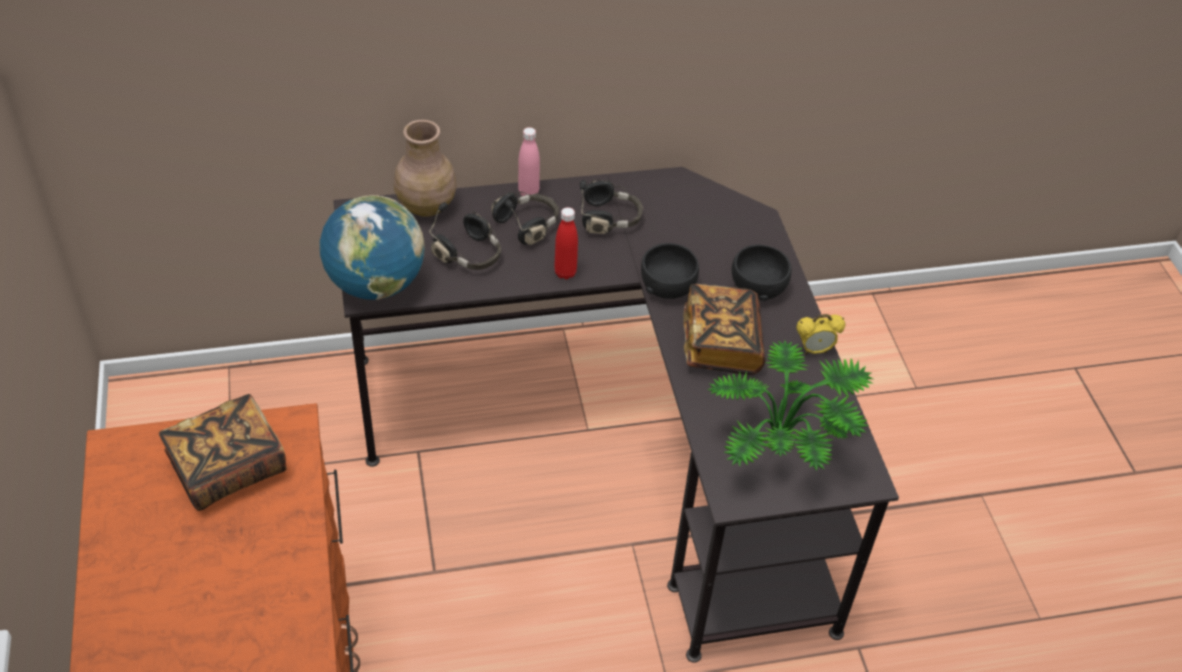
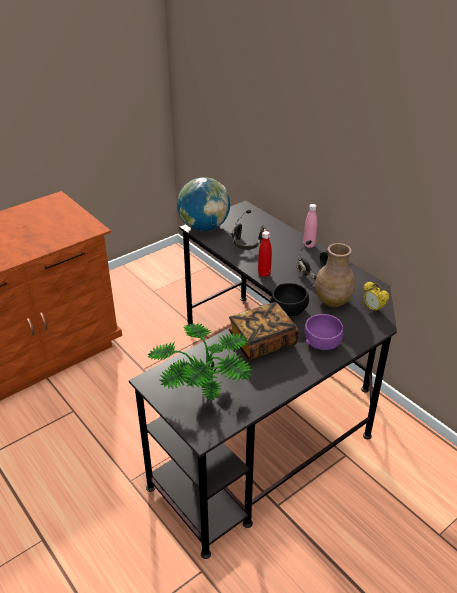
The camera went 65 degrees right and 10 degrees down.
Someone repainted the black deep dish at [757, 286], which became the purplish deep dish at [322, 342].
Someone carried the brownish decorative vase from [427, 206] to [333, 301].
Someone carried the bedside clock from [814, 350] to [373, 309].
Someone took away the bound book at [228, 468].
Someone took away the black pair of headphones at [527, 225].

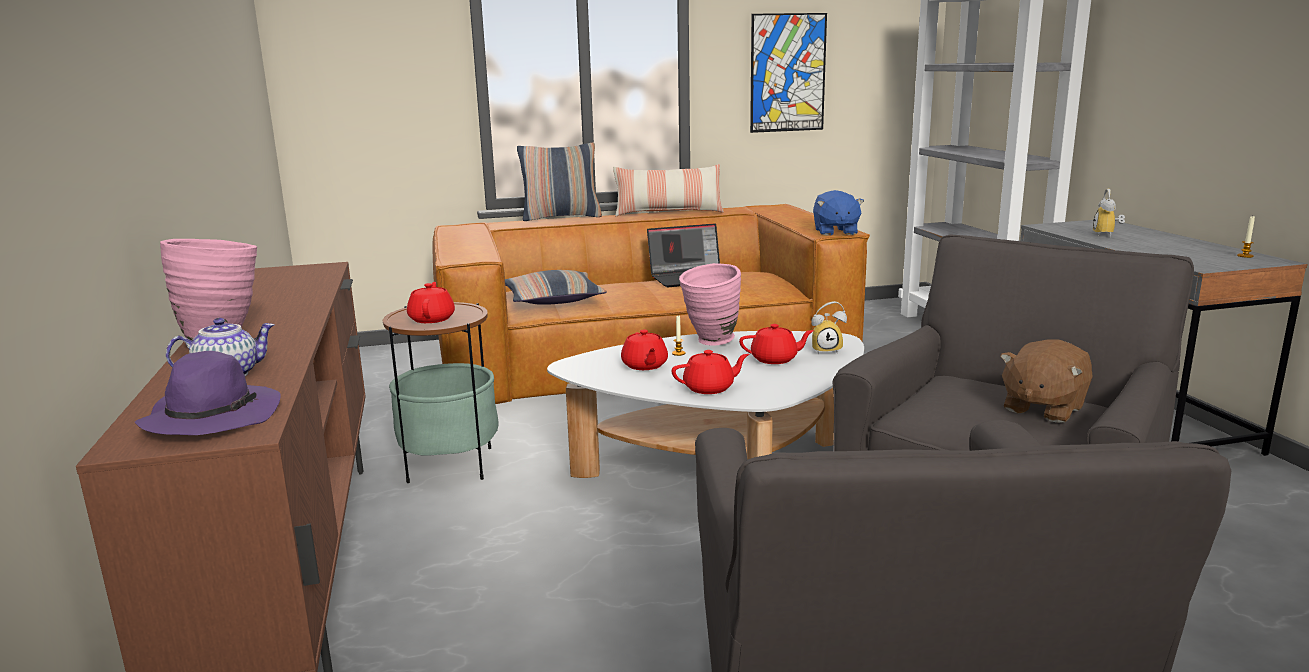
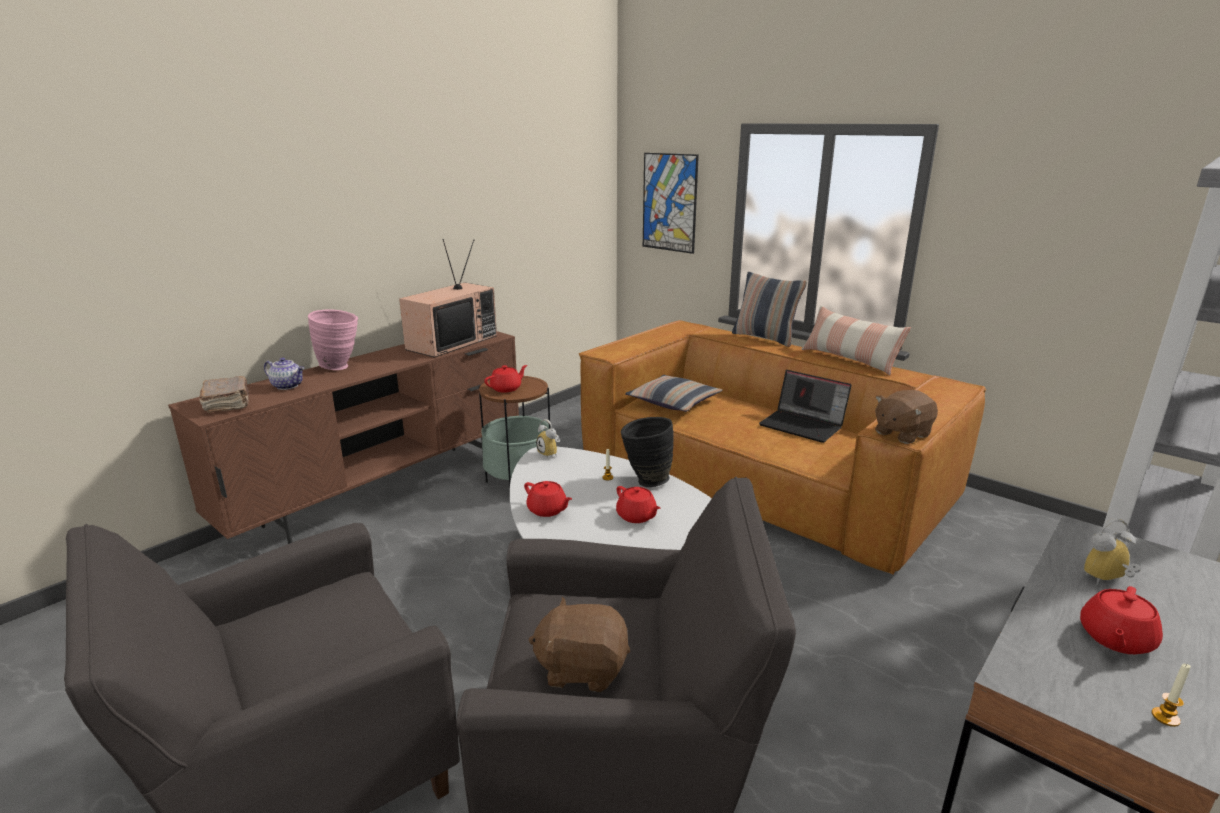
The camera went 55 degrees right and 5 degrees up.
Someone swapped the purplish wearable hat at [212, 417] for the brownish bound book at [228, 404].
Someone put down the television at [452, 342].
Someone carried the bedside clock from [826, 350] to [550, 454].
Someone repainted the pink decorative vase at [710, 342], which became the black decorative vase at [645, 481].
Someone carried the picture from [787, 73] to [669, 202].
Someone repainted the blue-coloured soft toy at [835, 232], which became the brownish soft toy at [901, 433].
Someone carried the red pot for tea from [644, 366] to [1114, 639].

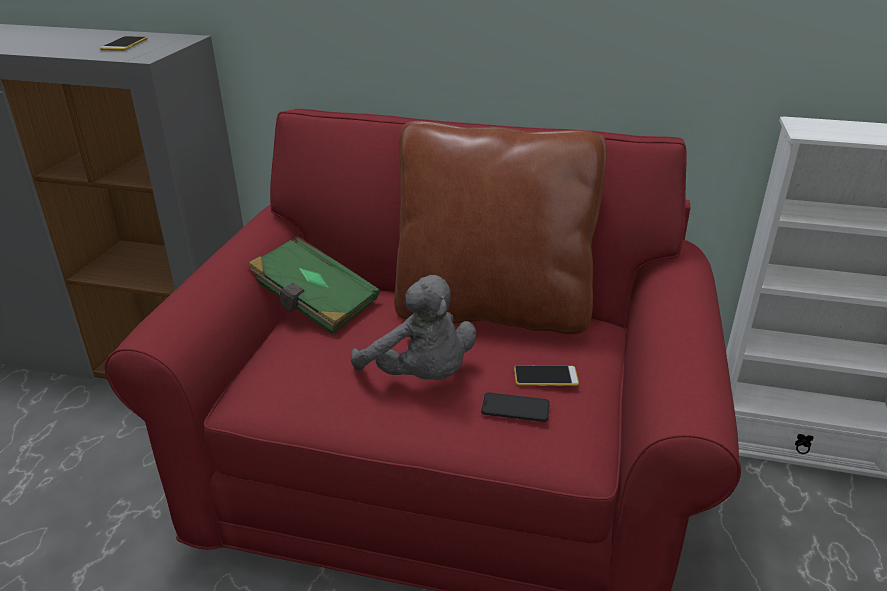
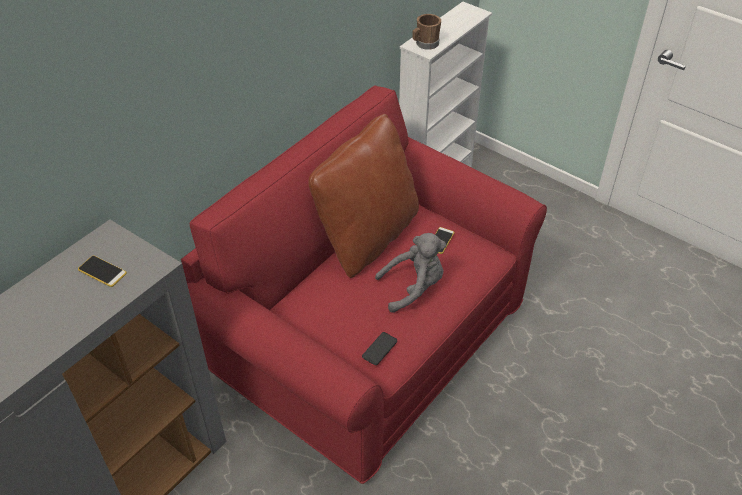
The camera went 65 degrees left and 15 degrees up.
Someone carried the handset from [515, 408] to [379, 349].
Someone put down the brownish coffee mug at [425, 44].
Someone took away the green-coloured bound book at [315, 304].

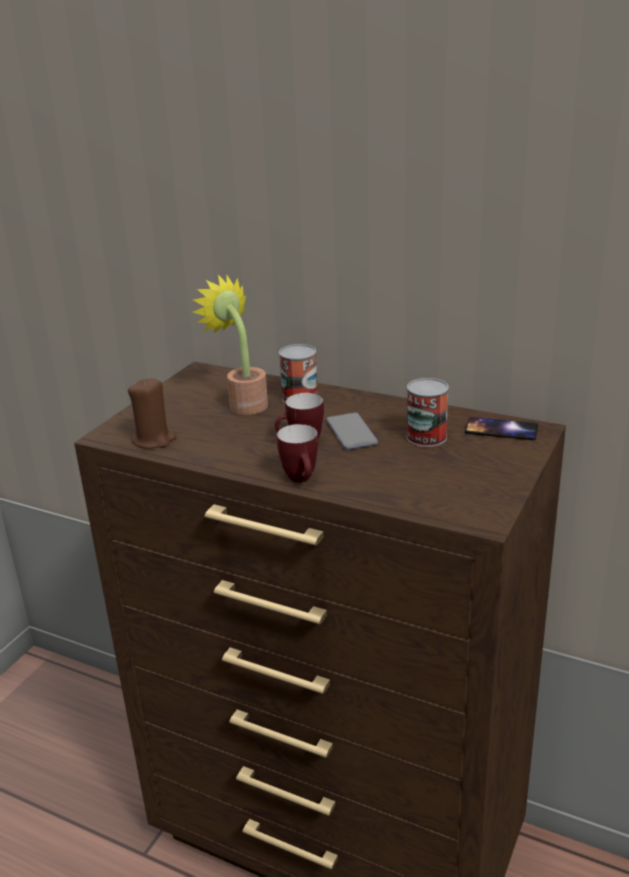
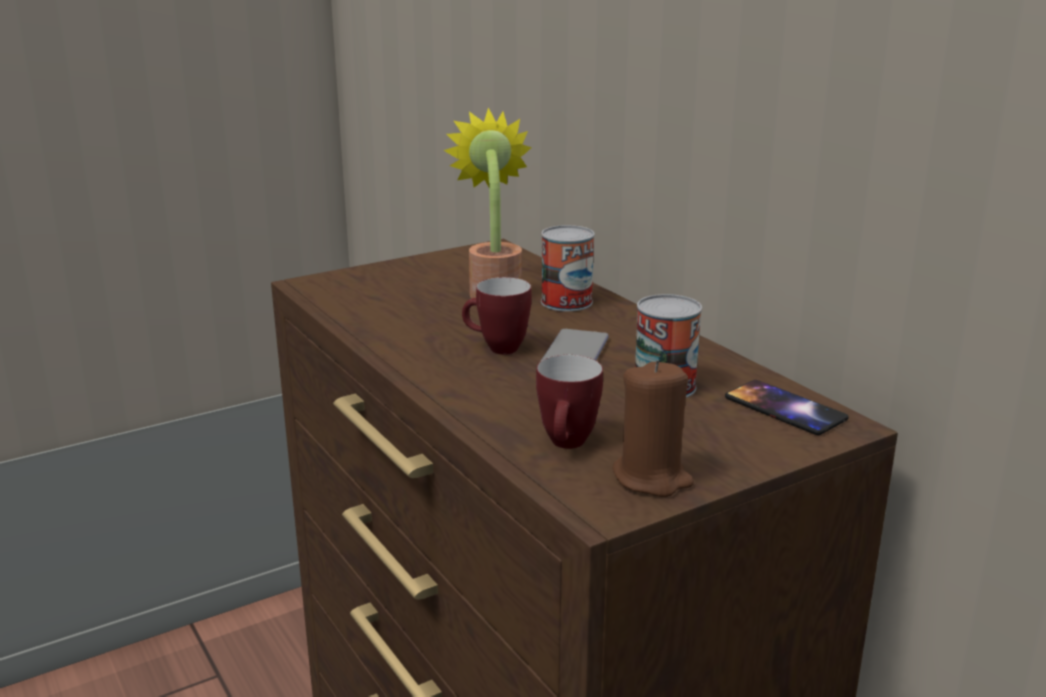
The camera went 30 degrees right and 5 degrees down.
Someone carried the coffee mug from [302, 480] to [567, 446].
Someone carried the brownish wax light from [154, 440] to [652, 478].

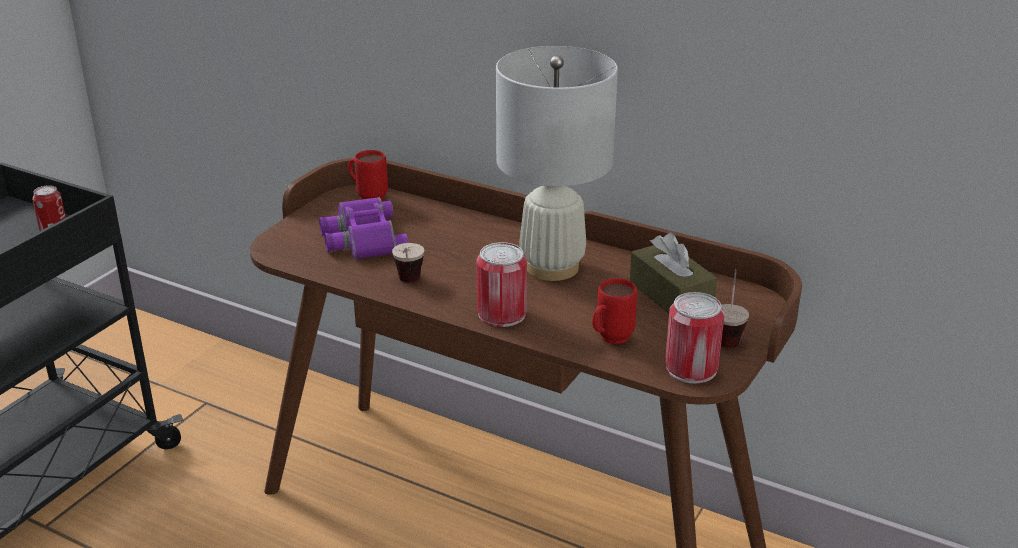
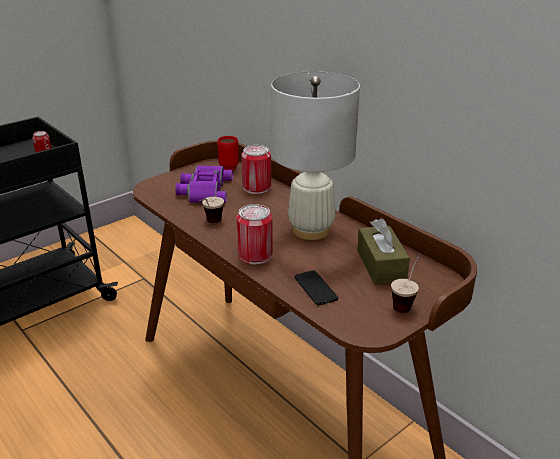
The camera went 20 degrees right and 0 degrees up.
Someone carried the can from [691, 368] to [256, 187].
Someone swapped the red coffee mug at [609, 340] for the handset at [315, 288].

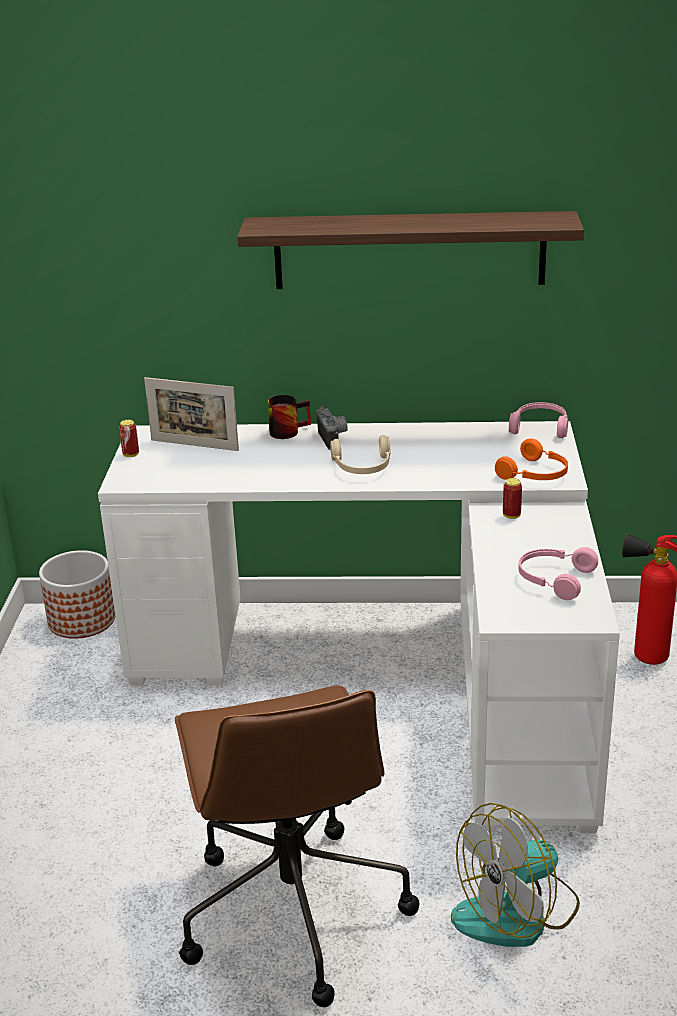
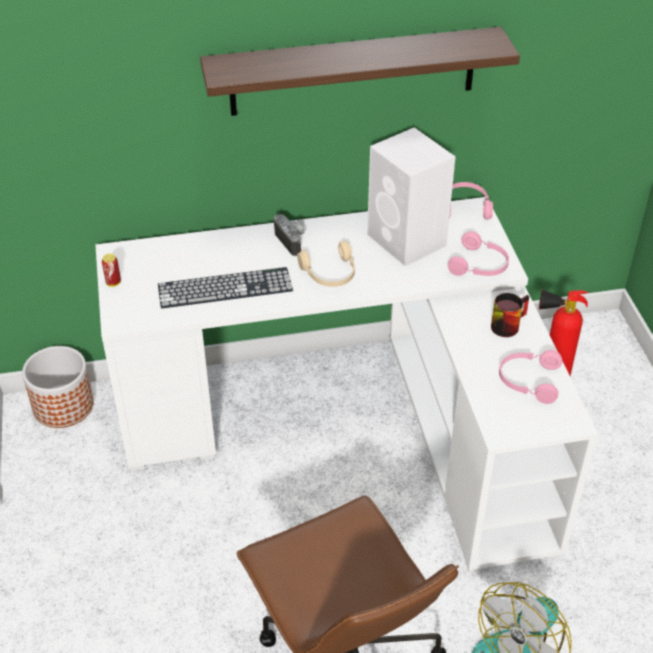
The camera went 15 degrees left and 15 degrees up.
Someone put down the PC keyboard at [225, 288].
Someone put down the whitish speaker at [407, 241].
Someone repainted the orangey pair of headphones at [535, 474], which became the pink pair of headphones at [480, 265].
Someone carried the coffee mug from [288, 430] to [506, 323].
Someone took away the photo frame at [194, 445].
Someone took away the can at [511, 516].

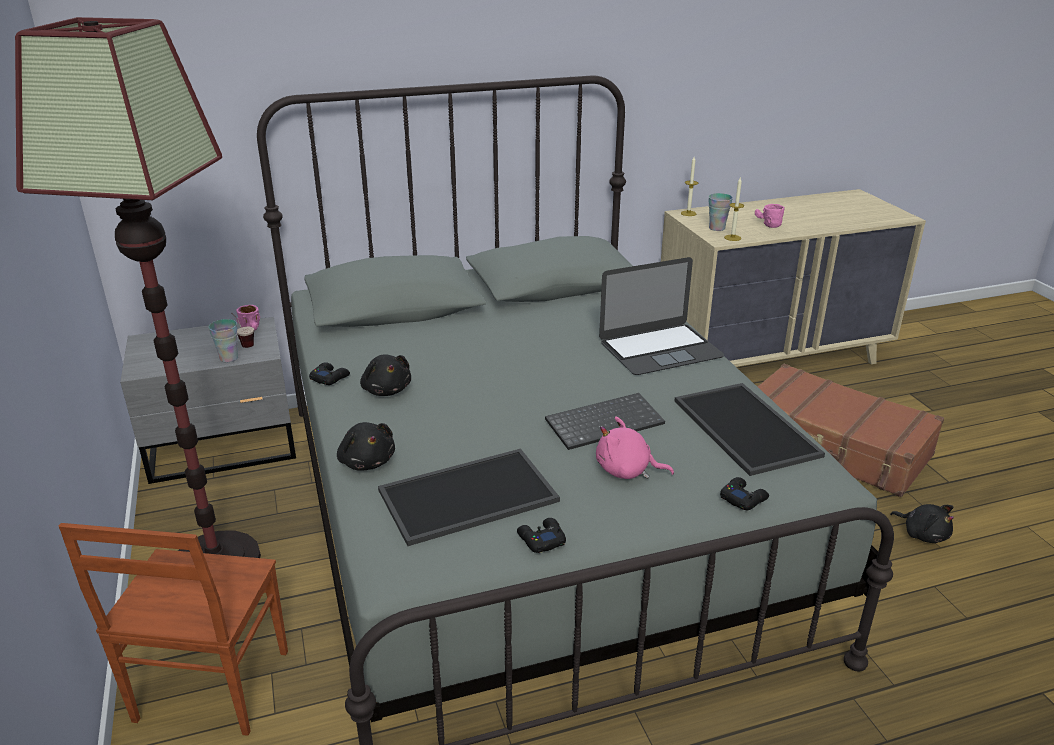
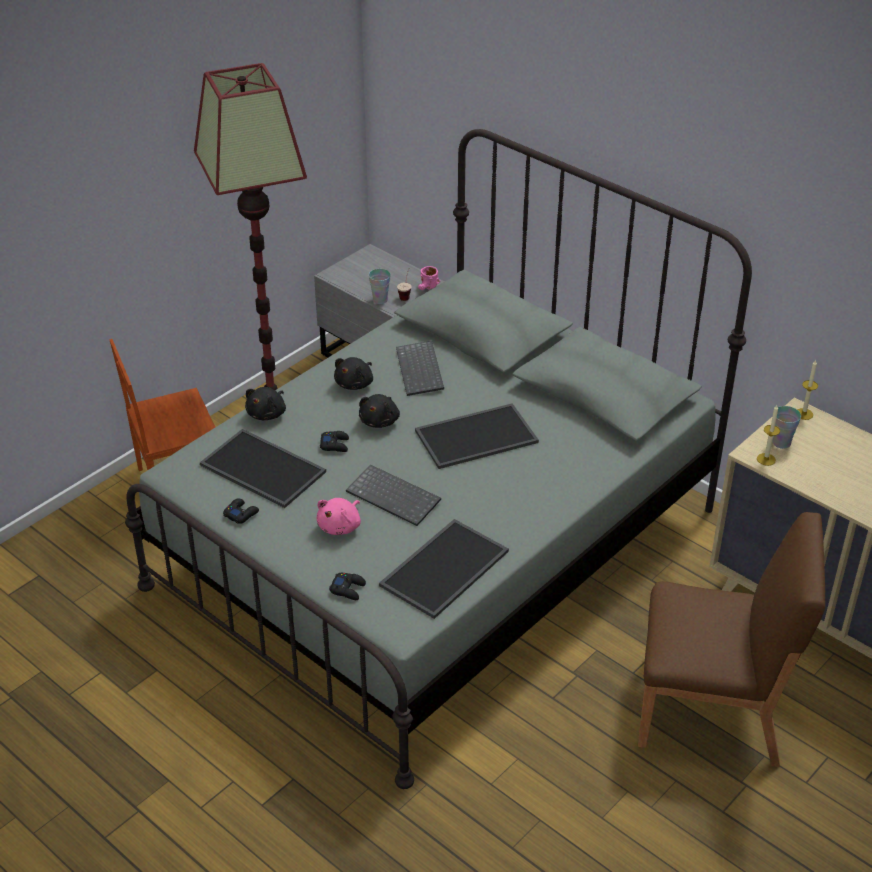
The camera went 60 degrees right and 10 degrees up.
Someone rotated the pink soft toy at [627, 471] by 135 degrees counterclockwise.
Someone carried the black game controller from [329, 378] to [335, 445].
Someone carried the black soft toy from [923, 534] to [380, 421].
Someone put down the PC keyboard at [421, 370].
Someone put down the serving tray at [476, 435].
Someone swapped the brownish piece of luggage at [834, 445] for the brownish plain chair at [712, 710].
Someone took away the laptop at [660, 349].
Someone took away the pink coffee mug at [766, 224].

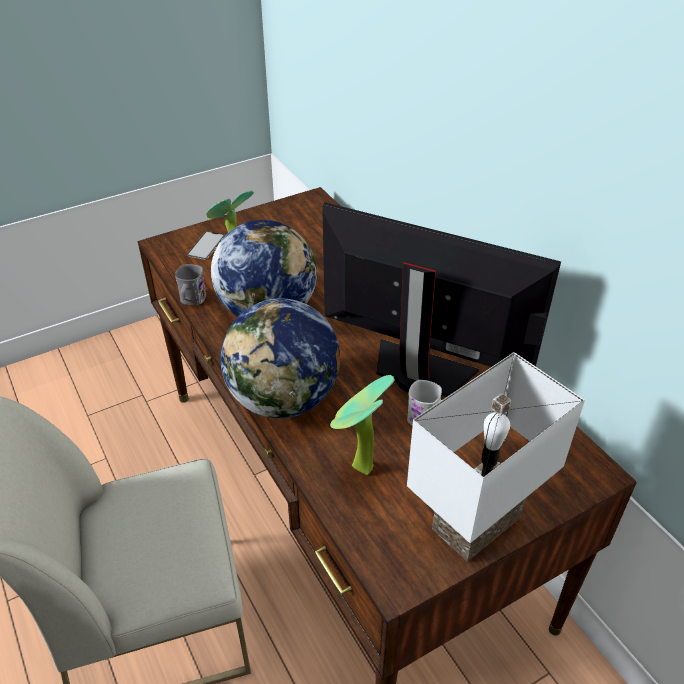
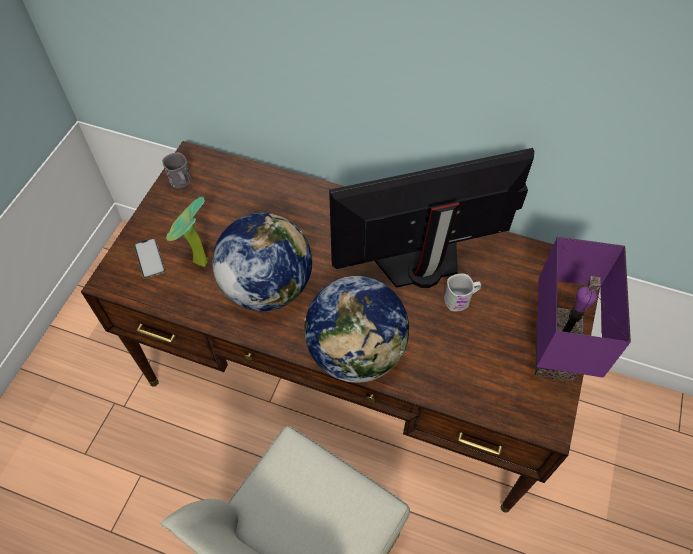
The camera went 40 degrees left and 15 degrees up.
Someone carried the greyish coffee mug from [191, 301] to [181, 183].
Someone repainted the whitish lamp for a table at [478, 527], which became the purplish lamp for a table at [557, 354].
Someone took away the houseplant at [358, 470].

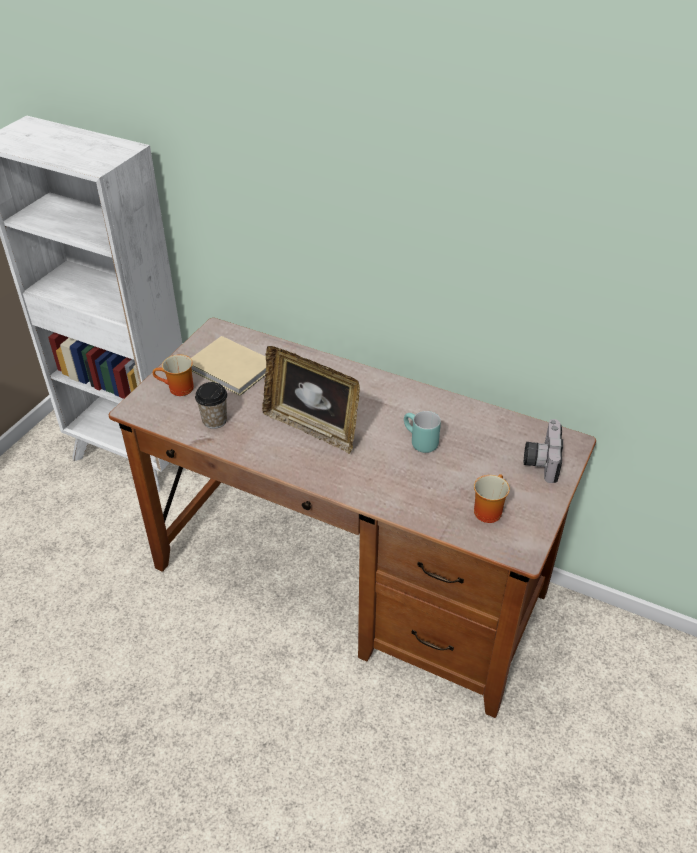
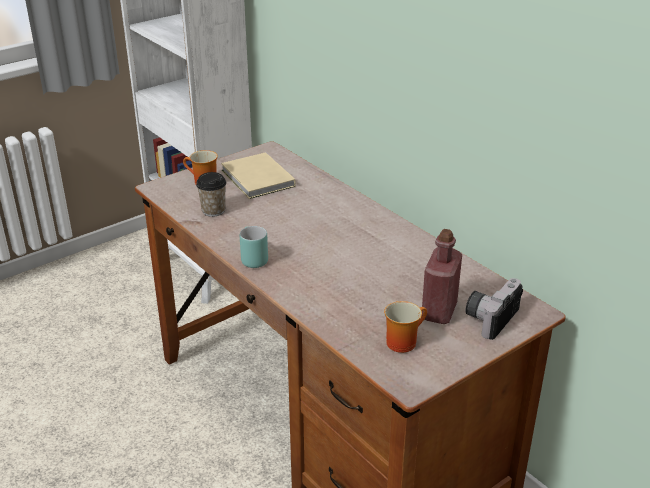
The camera went 25 degrees right and 10 degrees down.
Someone carried the turquoise-coloured coffee mug from [418, 442] to [251, 259].
Someone put down the red drink bottle at [439, 311].
Someone took away the photo frame at [312, 427].

